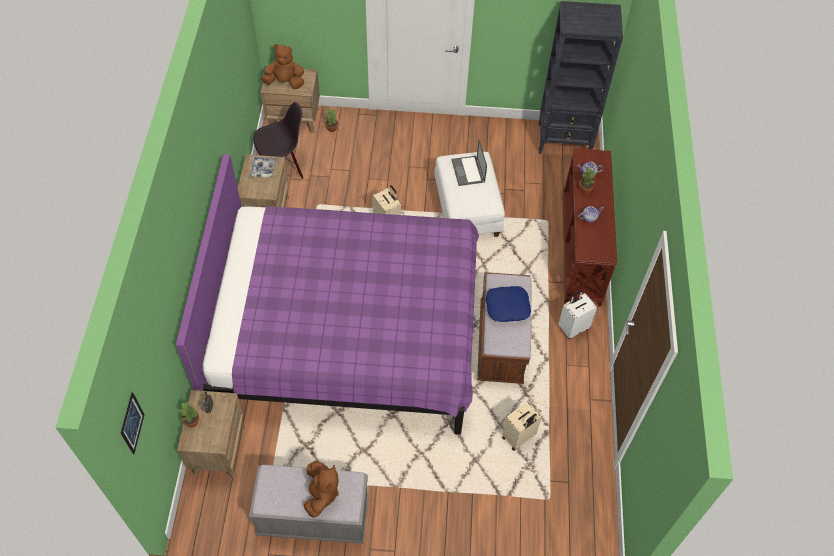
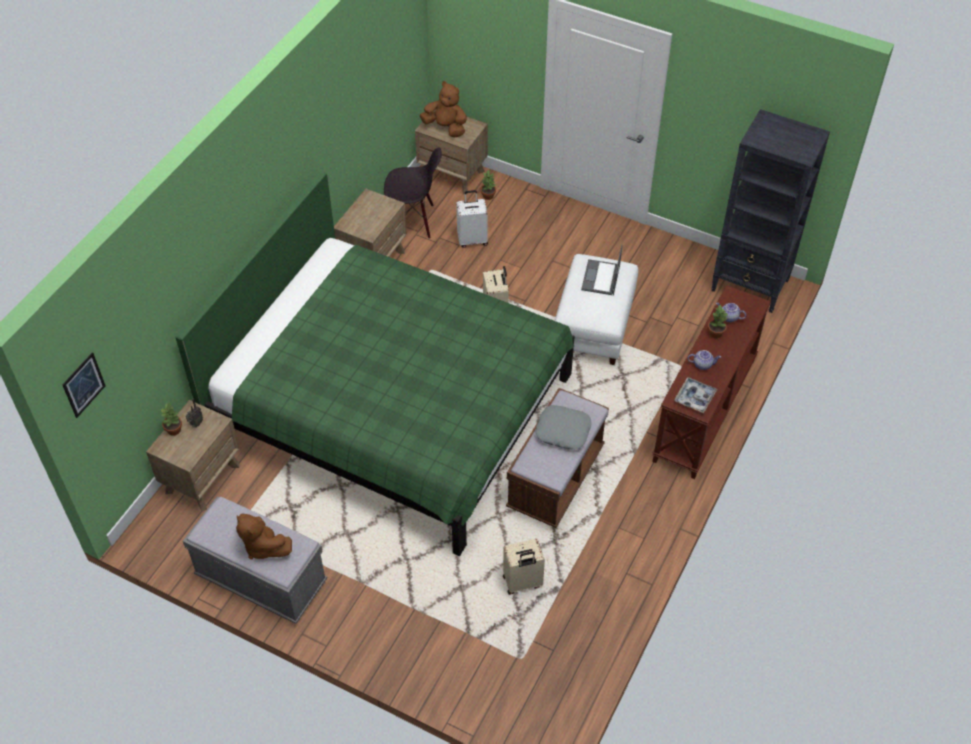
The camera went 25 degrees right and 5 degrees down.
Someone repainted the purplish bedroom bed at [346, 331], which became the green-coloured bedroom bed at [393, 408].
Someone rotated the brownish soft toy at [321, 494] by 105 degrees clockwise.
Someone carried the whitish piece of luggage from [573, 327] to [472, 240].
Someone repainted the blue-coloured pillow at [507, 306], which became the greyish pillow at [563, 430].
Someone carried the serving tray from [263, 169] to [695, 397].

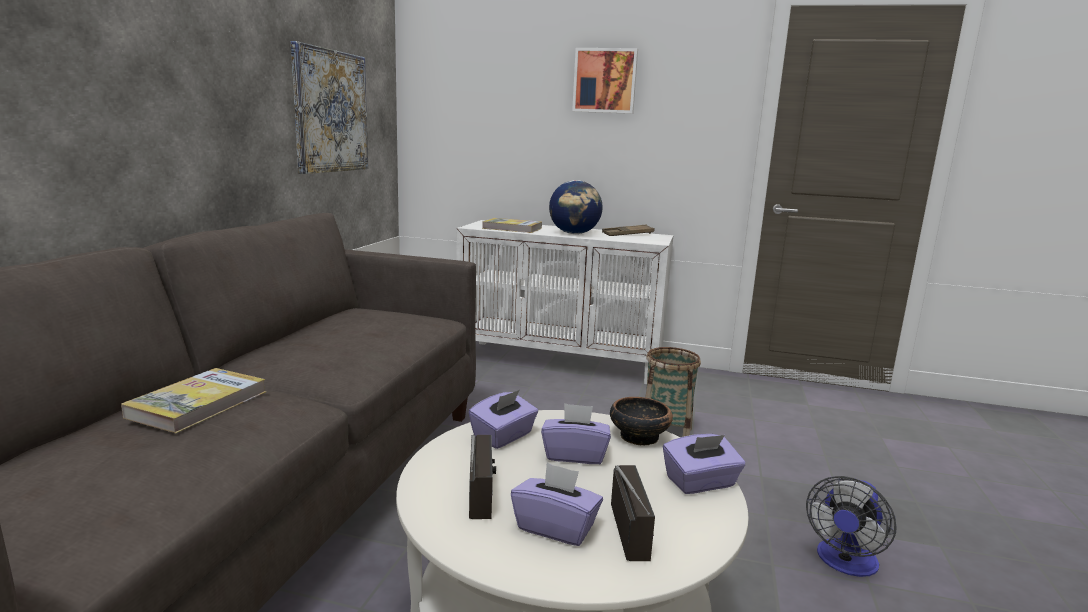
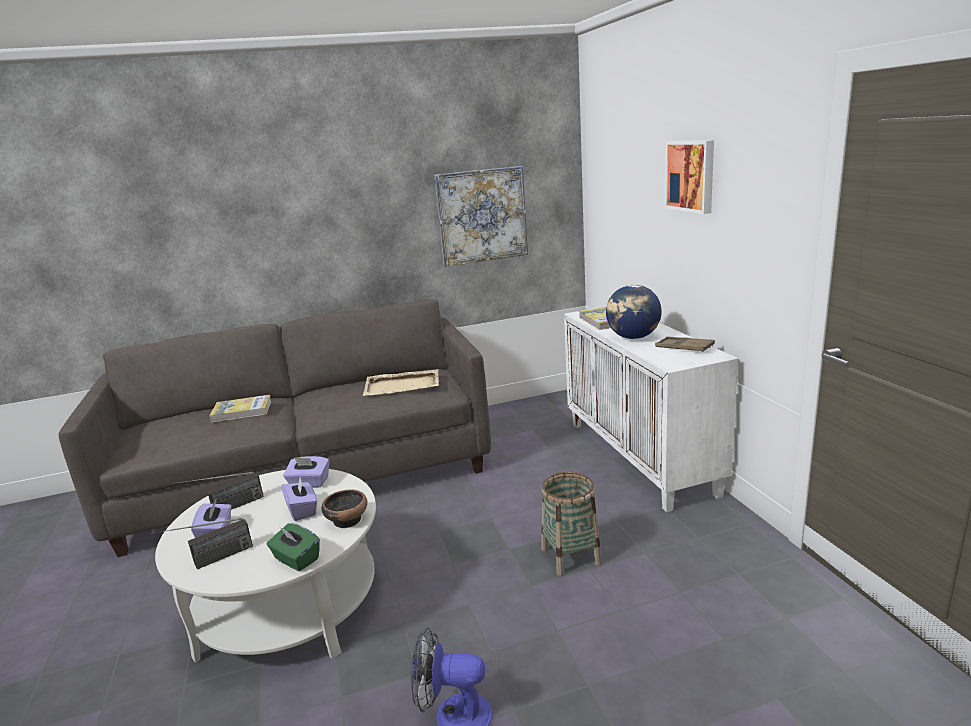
The camera went 60 degrees right and 5 degrees up.
Someone repainted the purplish tissue holder at [700, 483], which became the green-coloured tissue holder at [296, 559].
Someone put down the beige serving tray at [403, 385].

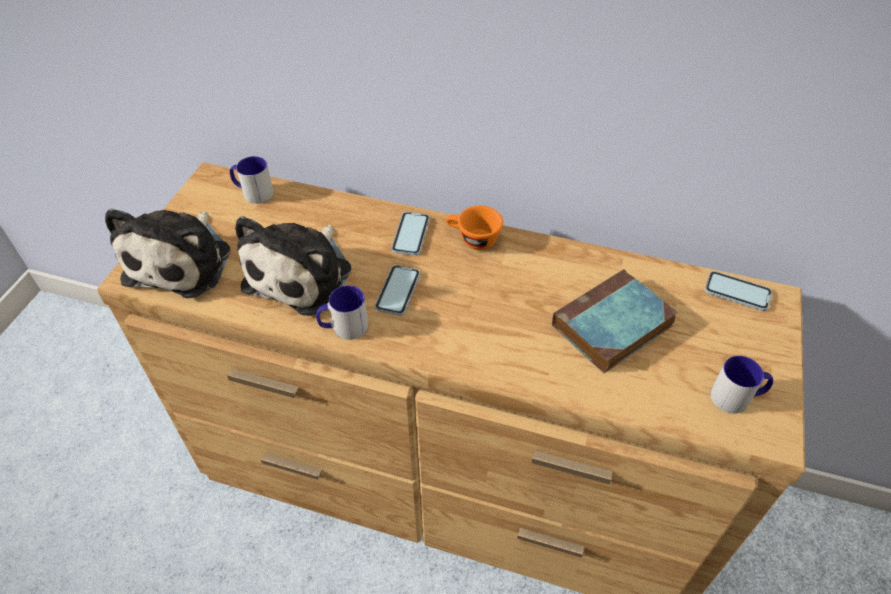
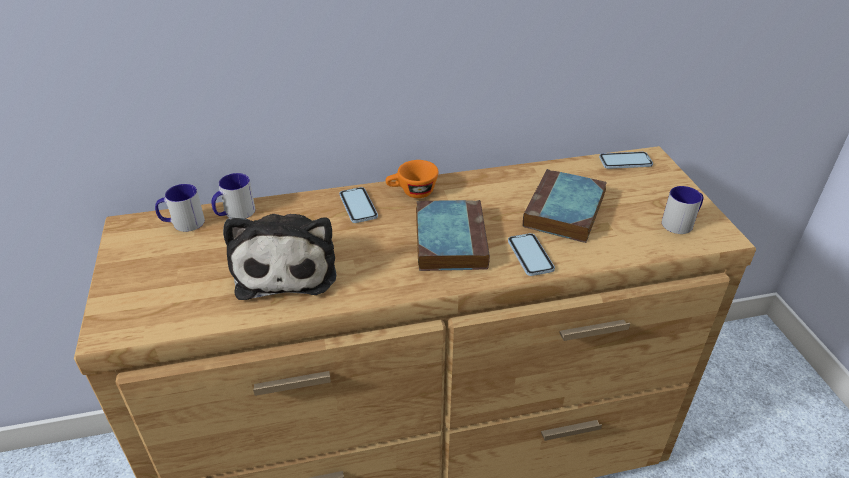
The camera went 30 degrees left and 10 degrees down.
Someone carried the coffee mug from [343, 327] to [235, 213].
Someone put down the bound book at [449, 239].
Someone carried the handset from [398, 291] to [530, 256].
Someone took away the soft toy at [182, 261].

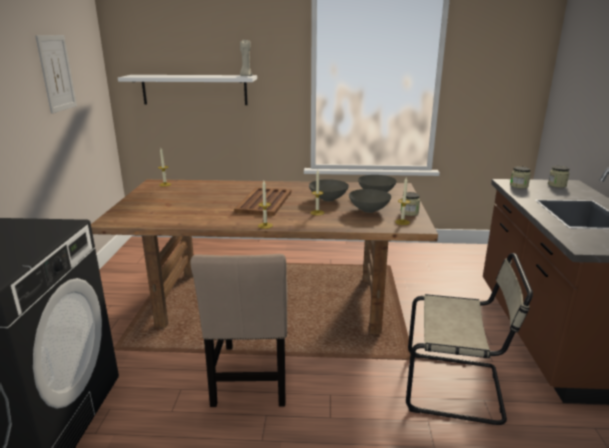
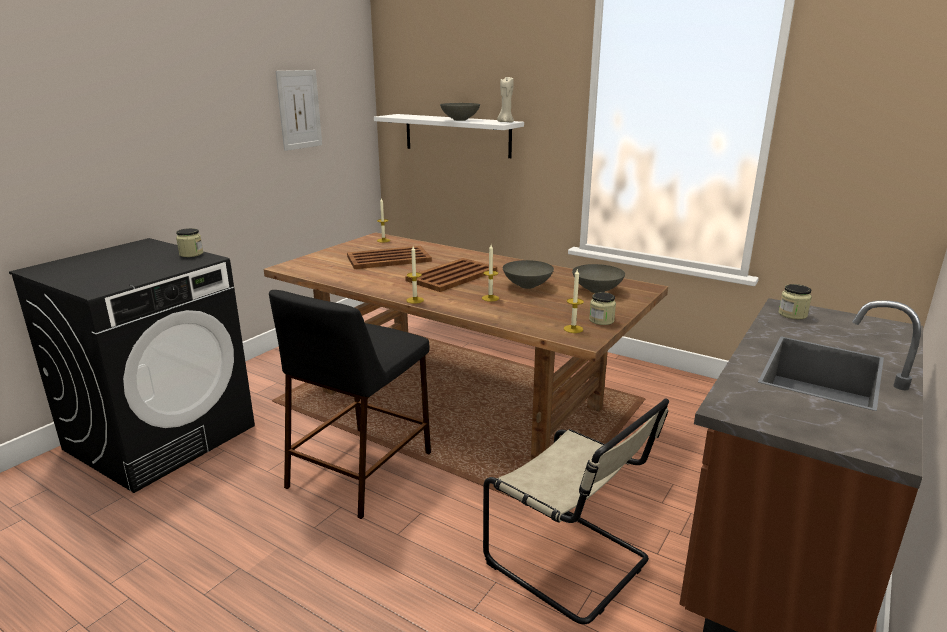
The camera went 30 degrees right and 0 degrees up.
Someone carried the jar from [557, 185] to [191, 254].
Someone swapped the beige plain chair at [251, 378] for the black stool seat at [361, 468].
Someone put down the brownish serving tray at [389, 259].
Someone carried the greyish deep dish from [369, 210] to [460, 120].

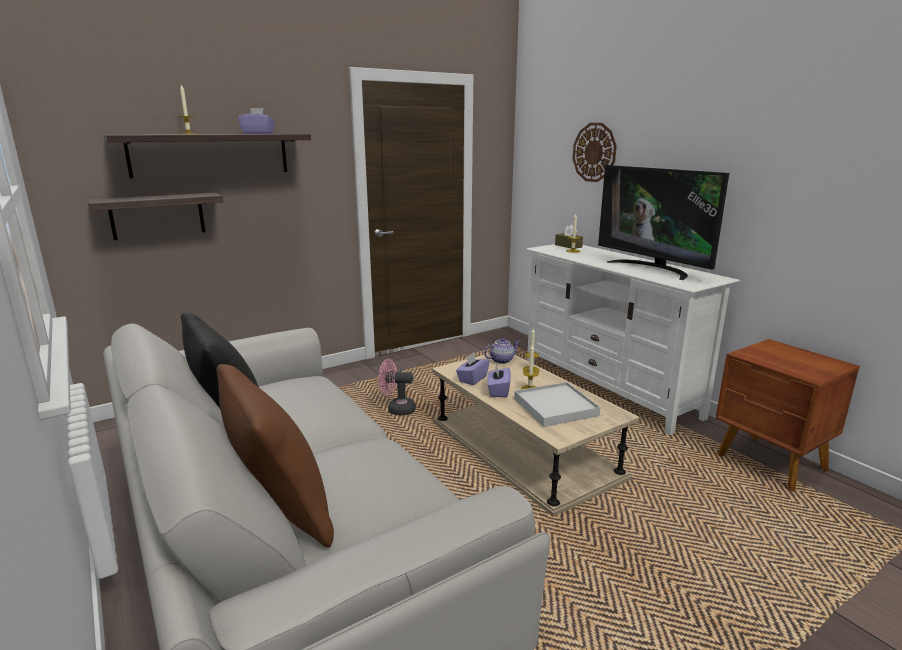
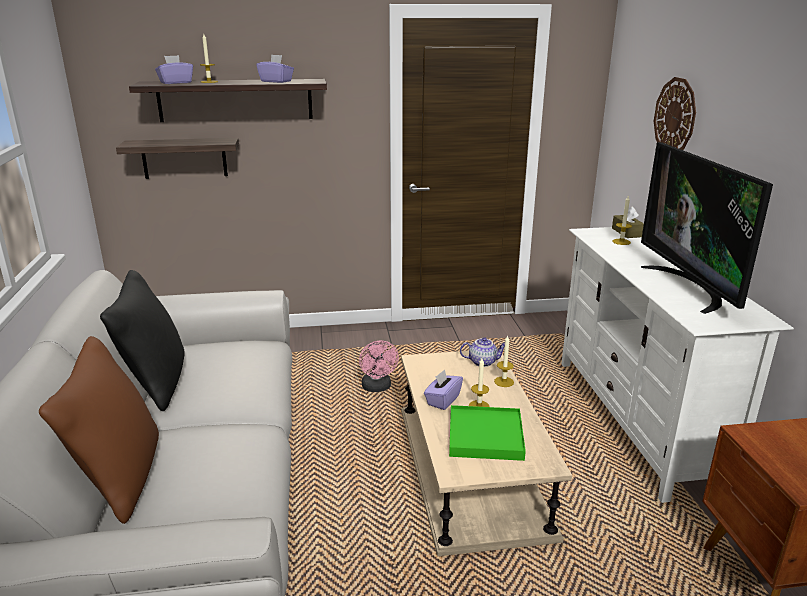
The camera went 25 degrees right and 5 degrees up.
Someone carried the purplish tissue holder from [472, 379] to [176, 82].
Someone rotated the pink cooling fan at [396, 409] by 135 degrees counterclockwise.
Someone repainted the whitish serving tray at [555, 407], which became the green-coloured serving tray at [485, 436].

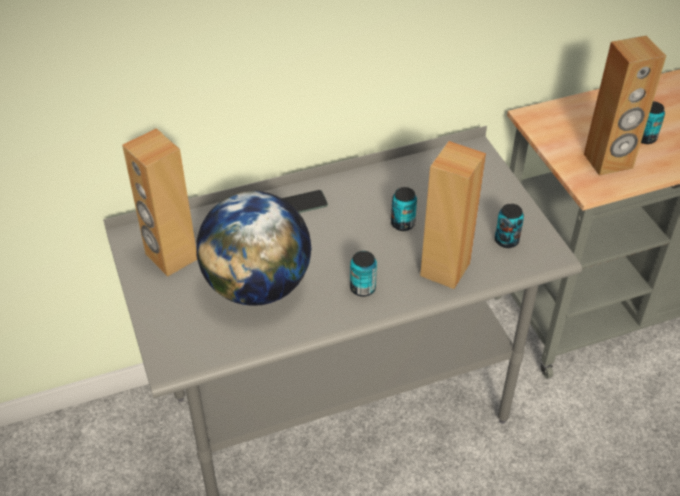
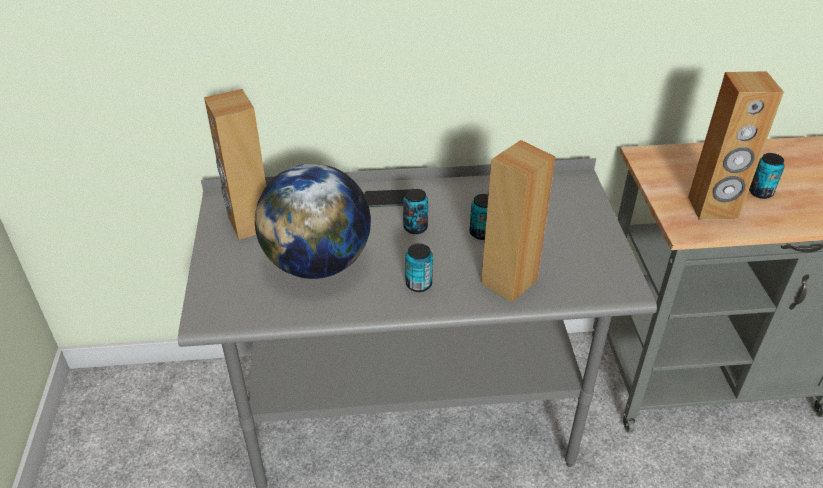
The camera went 15 degrees right and 5 degrees down.
Someone carried the can from [506, 240] to [415, 227].

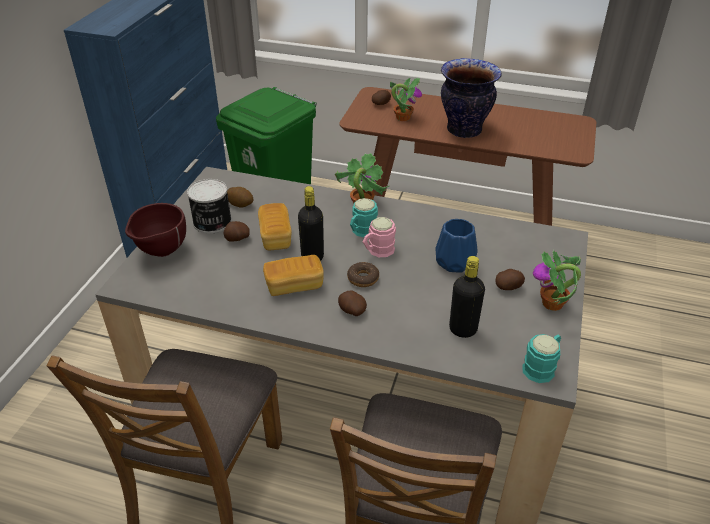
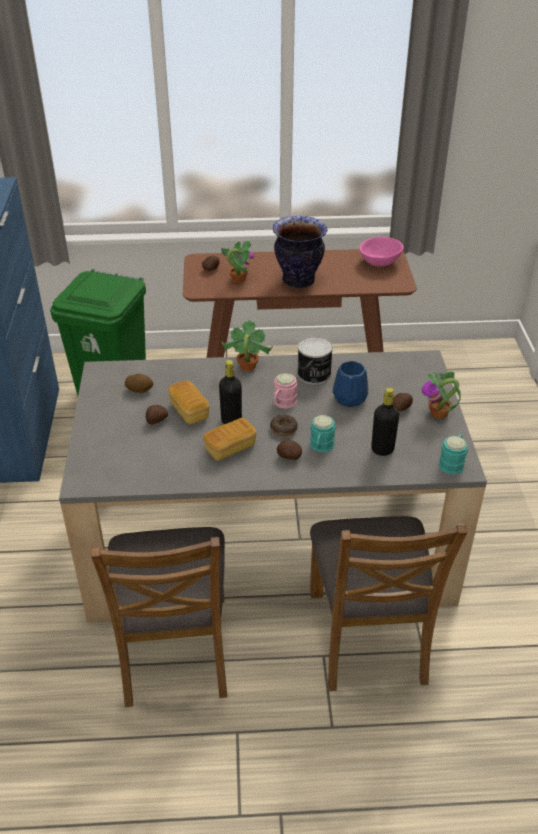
The camera went 20 degrees left and 0 degrees up.
Someone carried the can from [212, 222] to [314, 374].
Someone carried the turquoise-coloured coffee mug from [361, 232] to [321, 447].
Someone put down the pink deep dish at [380, 262].
Someone took away the brownish deep dish at [161, 252].

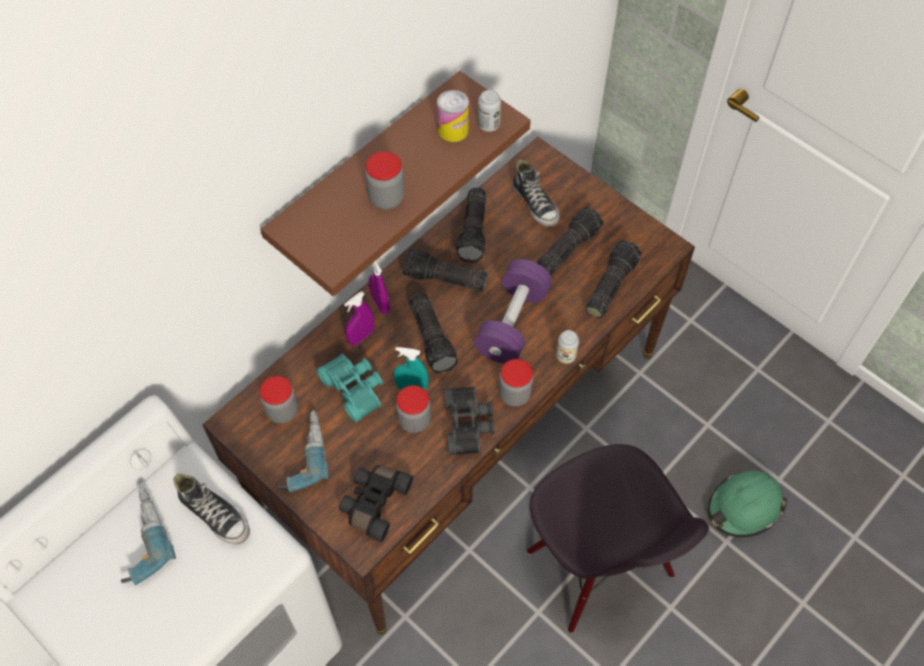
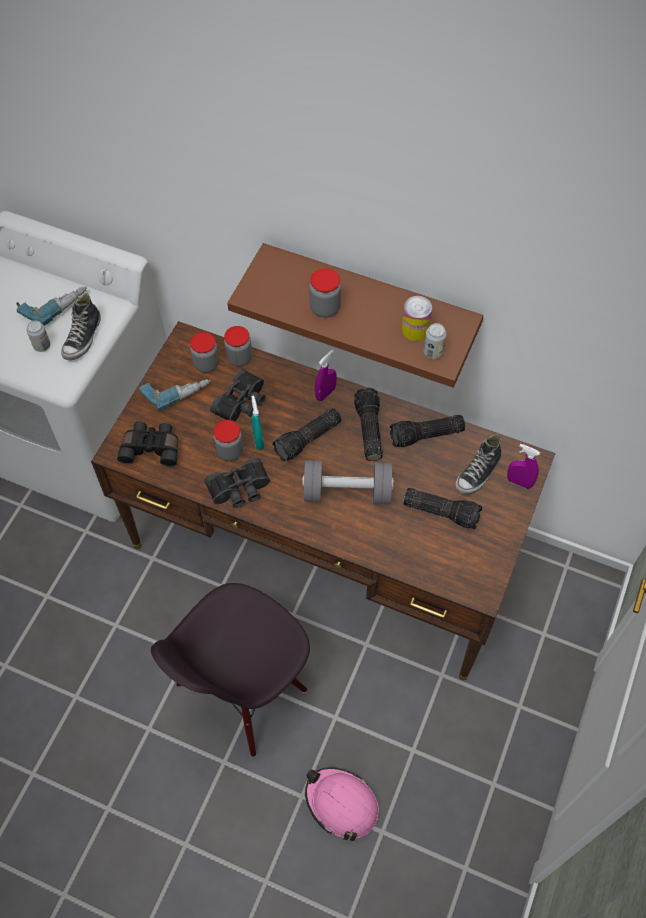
The camera went 70 degrees right and 0 degrees up.
Someone carried the can from [565, 356] to [42, 346].
Someone repainted the turquoise-coloured pair of binoculars at [355, 388], which became the black pair of binoculars at [242, 403].
Someone carried the jar from [514, 394] to [239, 358].
Someone repainted the purplish hand weight at [512, 323], which became the greyish hand weight at [347, 492].
Someone repainted the green-coloured work helmet at [744, 507], which became the pink work helmet at [341, 804].
Someone carried the purplish hand sprayer from [361, 336] to [519, 482].
Someone took away the hand torch at [609, 285].

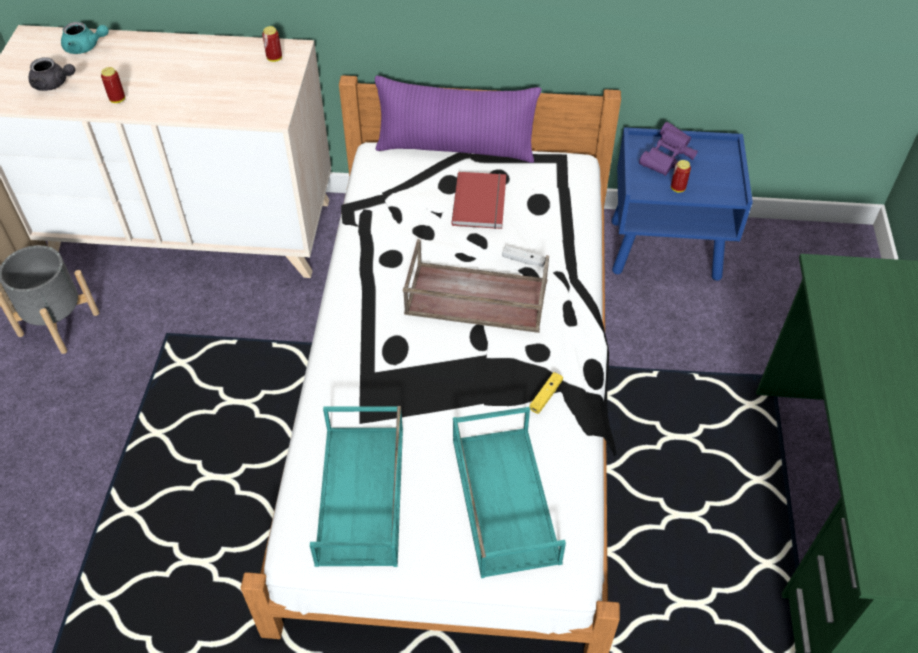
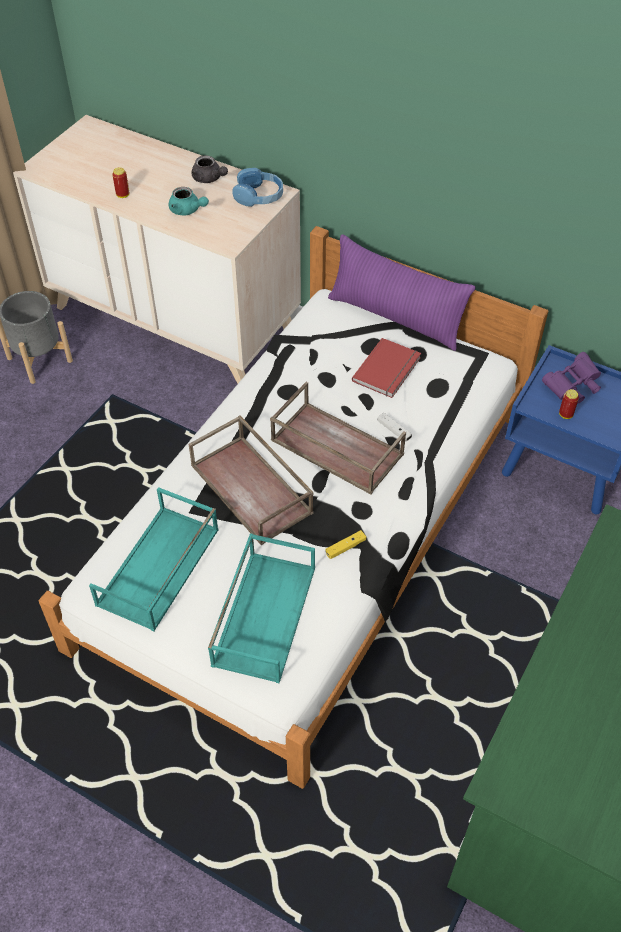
The camera went 25 degrees right and 0 degrees up.
Someone carried the turquoise-coloured pot for tea from [85, 47] to [187, 210].
Someone put down the brownish serving tray at [253, 489].
Someone carried the greyish pot for tea from [54, 84] to [209, 179].
Someone swapped the can at [274, 58] for the blue-coloured pair of headphones at [259, 196].

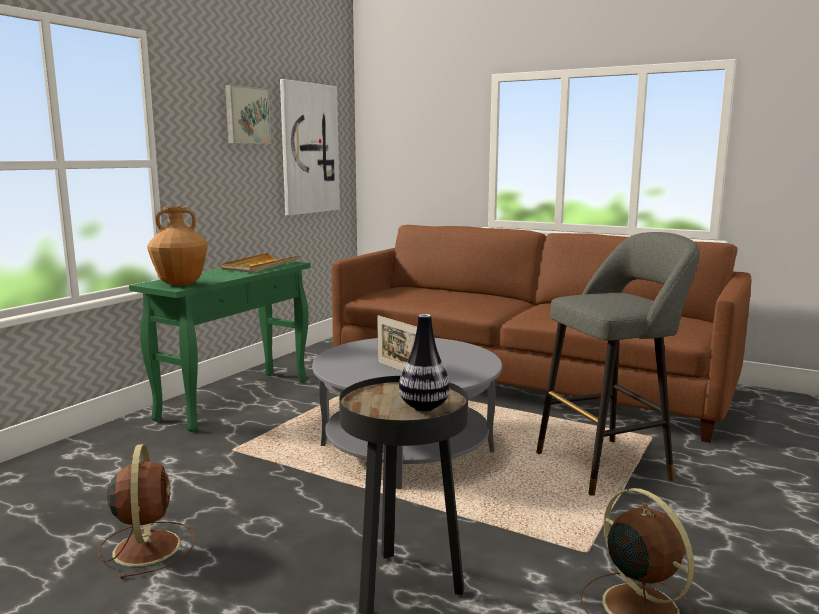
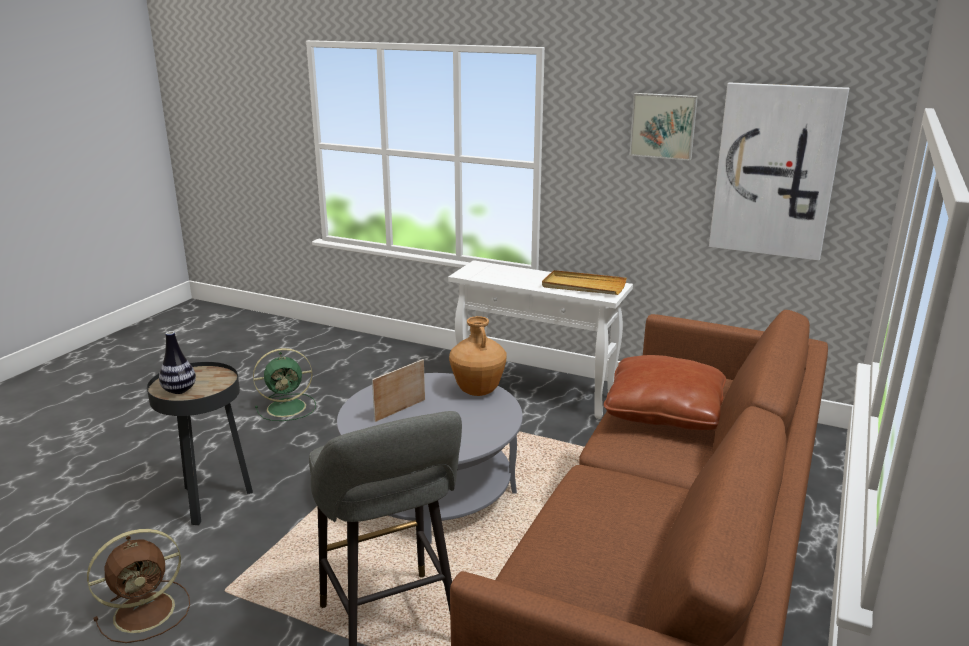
The camera went 85 degrees right and 10 degrees up.
Someone repainted the brownish cooling fan at [147, 546], which became the green-coloured cooling fan at [288, 407].
Someone repainted the green-coloured narrow table at [236, 399], which became the whitish narrow table at [537, 393].
Someone carried the brownish decorative vase from [181, 284] to [478, 391].
Someone put down the brownish pillow at [664, 412].

